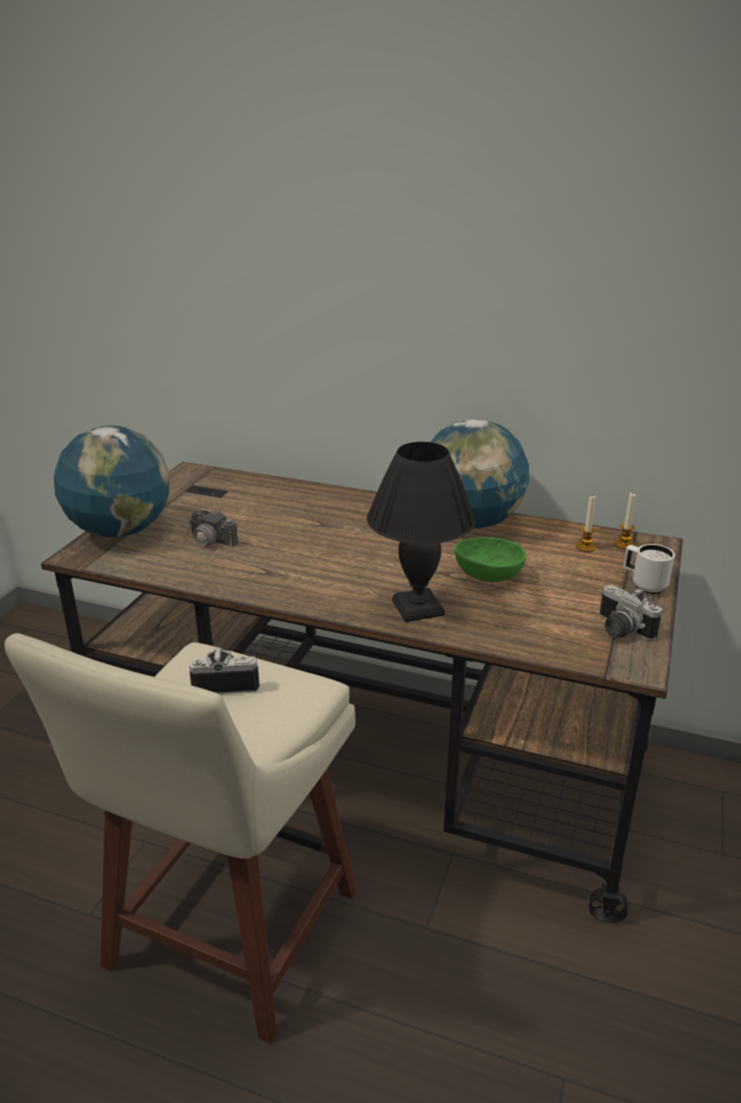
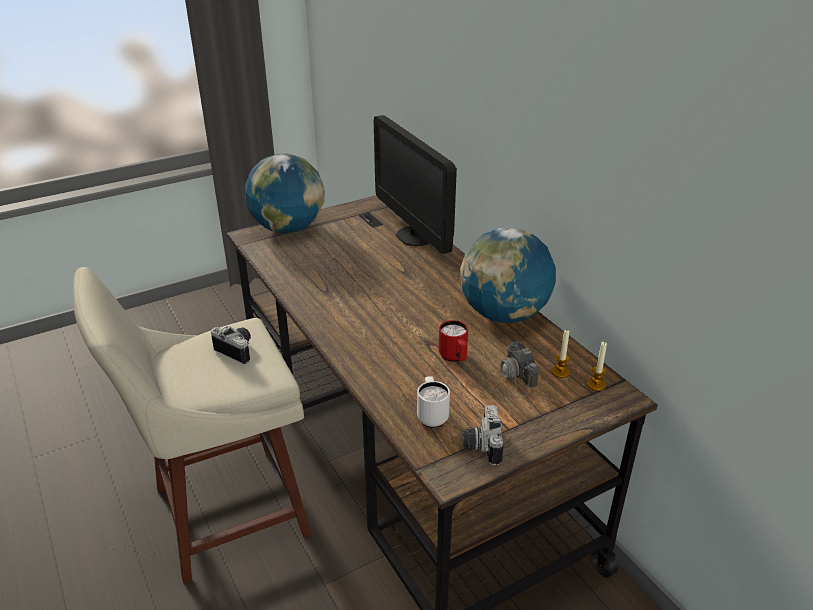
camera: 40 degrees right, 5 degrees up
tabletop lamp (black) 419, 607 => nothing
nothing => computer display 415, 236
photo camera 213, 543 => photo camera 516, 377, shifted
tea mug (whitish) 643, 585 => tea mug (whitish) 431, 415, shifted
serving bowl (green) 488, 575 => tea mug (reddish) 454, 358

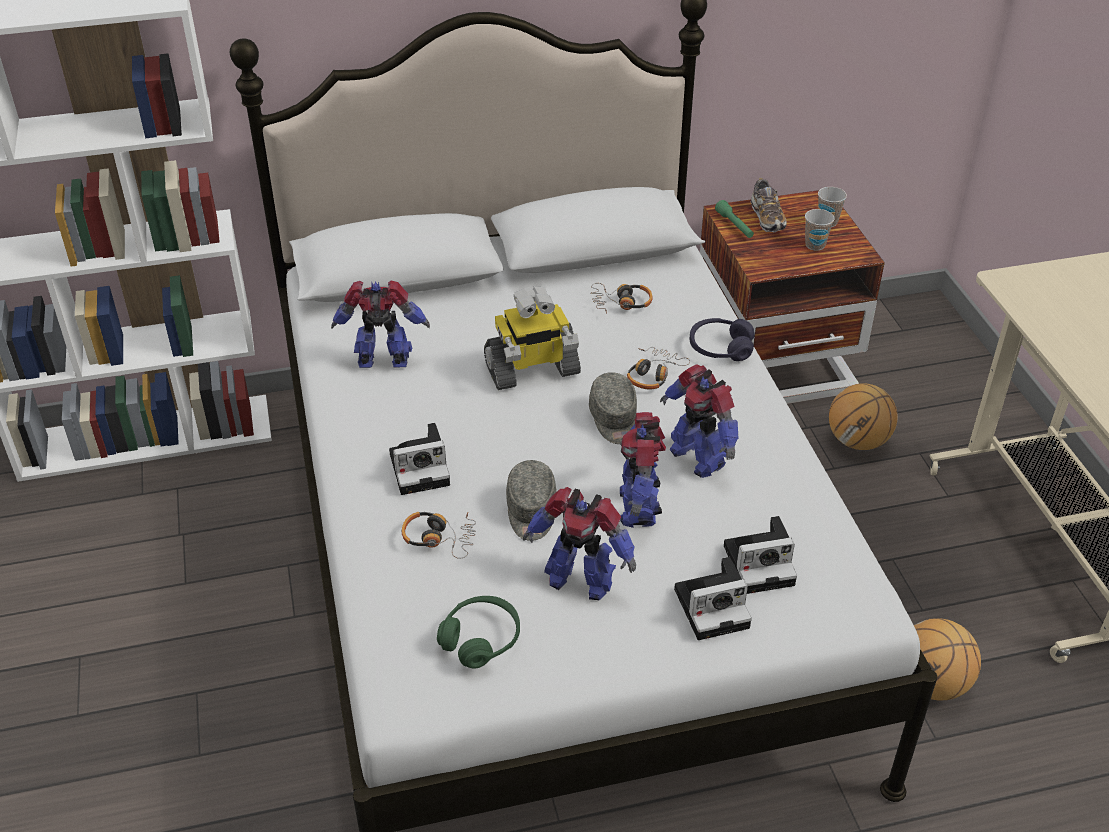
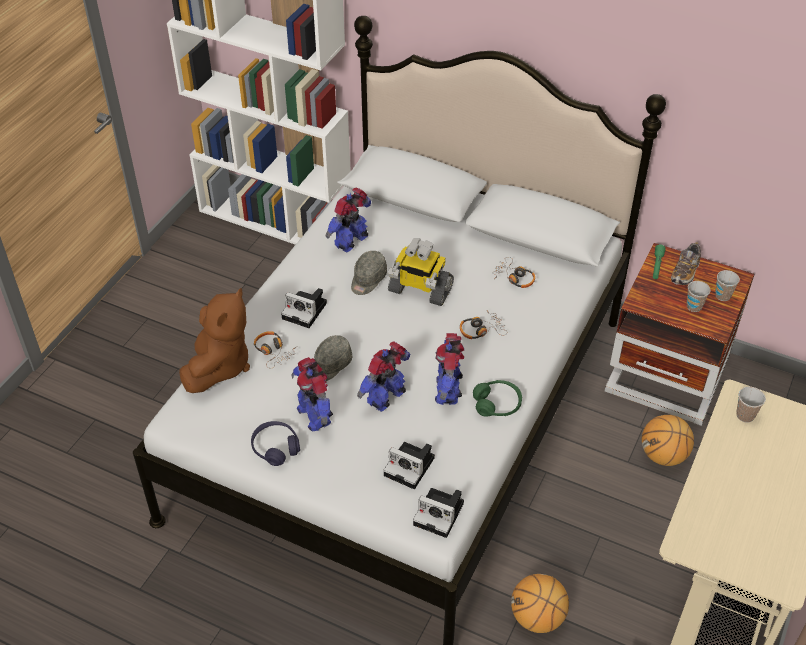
camera: 40 degrees right, 5 degrees up
nothing => cuddly toy (brown-coloured) 219, 365
nothing => drinking cup 745, 415
pair of headphones (green) 480, 639 => pair of headphones (green) 497, 404, shifted
baseball cap (grey) 614, 419 => baseball cap (grey) 368, 280, shifted
photo camera 714, 606 => photo camera 441, 514, shifted
pair of headphones (purplish) 720, 348 => pair of headphones (purplish) 275, 448, shifted
toy robot 384, 361 => toy robot 352, 241, 90 degrees counterclockwise

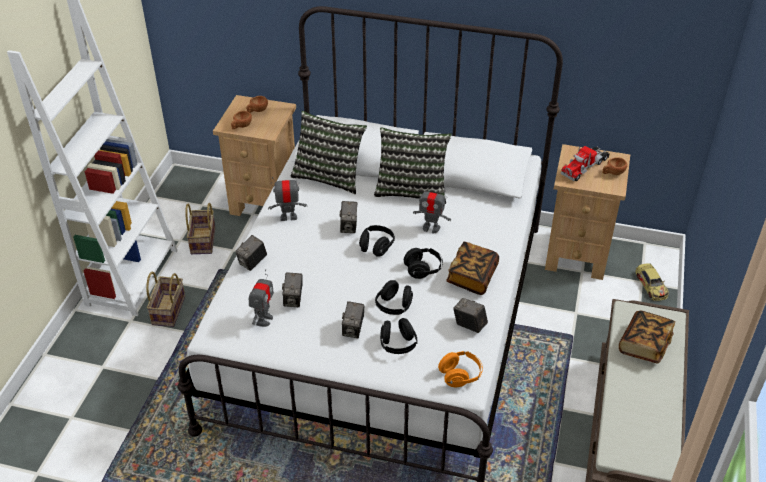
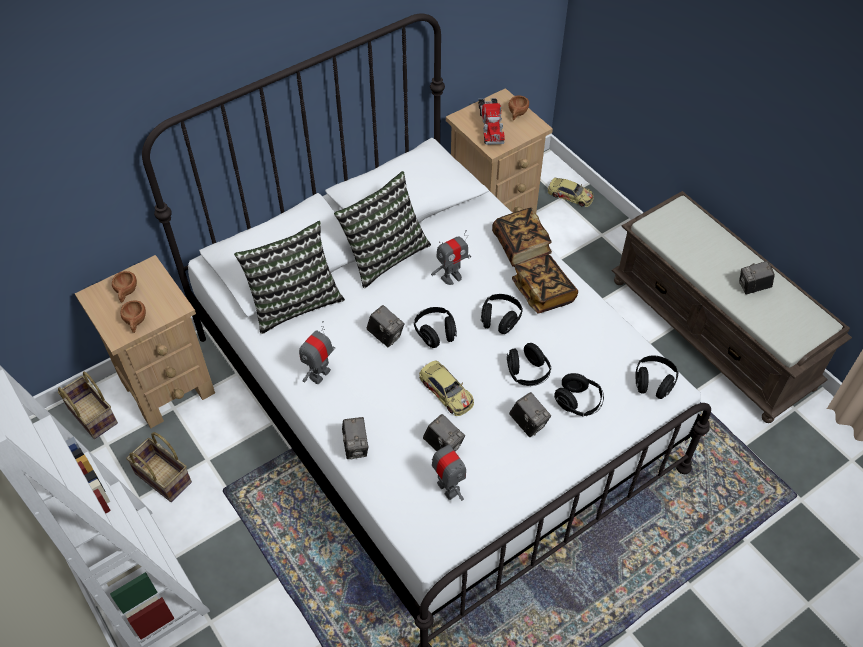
camera: 50 degrees left, 10 degrees up
nothing => miniature car 446, 391
household basket 168, 309 => household basket 91, 415, shifted
photo camera 469, 325 => photo camera 752, 287, shifted
bound book 644, 345 => bound book 521, 246, shifted
pair of headphones (orangey) 460, 375 => pair of headphones (black) 653, 383

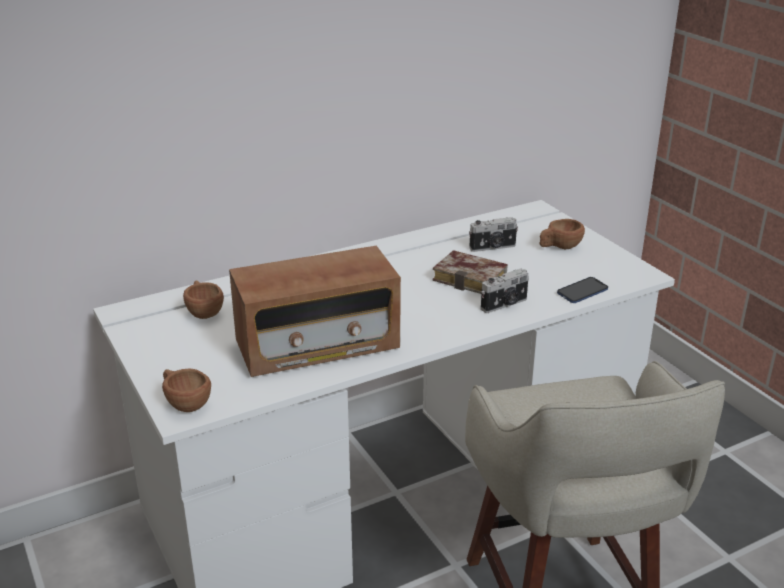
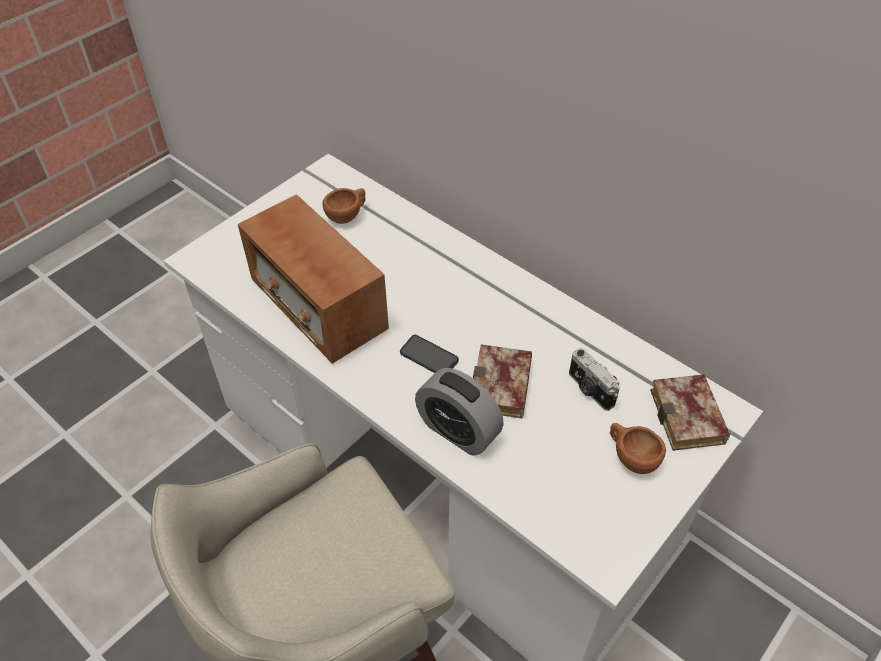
camera: 70 degrees right, 20 degrees up
drinking cup (brown-coloured) 185, 403 => nothing
nothing => bound book 690, 419
phone 582, 291 => phone 429, 357, shifted
photo camera 505, 305 => bedside clock 458, 431

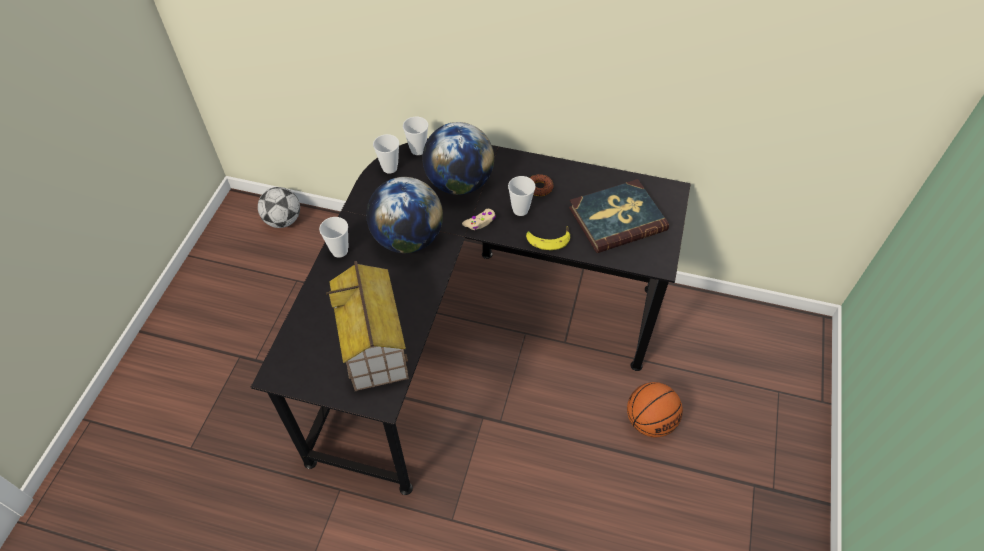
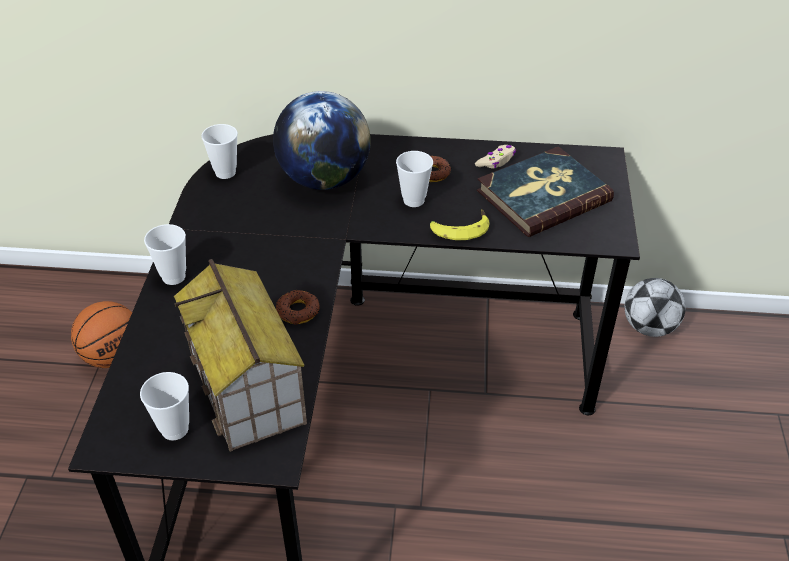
camera: 10 degrees left, 10 degrees down
world globe 408, 239 => nothing
nothing => doughnut 298, 311
football 283, 220 => football 649, 327, shifted
drinking cup 418, 150 => drinking cup 175, 429, shifted
gamepad (beige-coloured) 480, 222 => gamepad (beige-coloured) 496, 161, shifted
basketball 649, 421 => basketball 113, 356, shifted

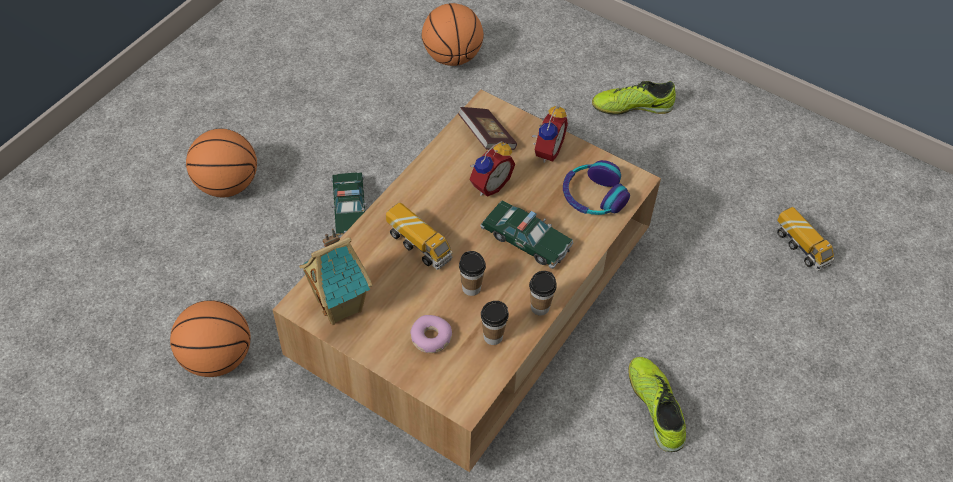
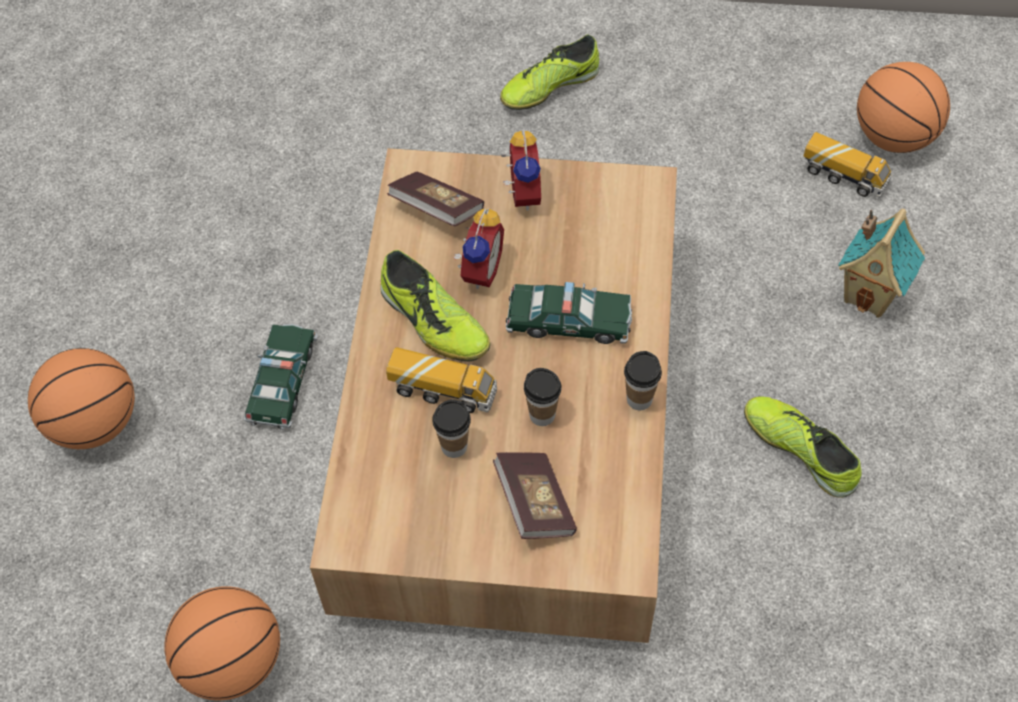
camera: 25 degrees left, 5 degrees up
pair of headphones 593, 196 => nothing
nothing => low shoe 433, 321
toy house 341, 306 => toy house 870, 295, shifted
basketball 452, 57 => basketball 893, 137, shifted
drinking cup 493, 337 => drinking cup 454, 446, shifted
doughnut 431, 338 => bound book 534, 504
miniature car 350, 211 => miniature car 283, 382, 135 degrees counterclockwise

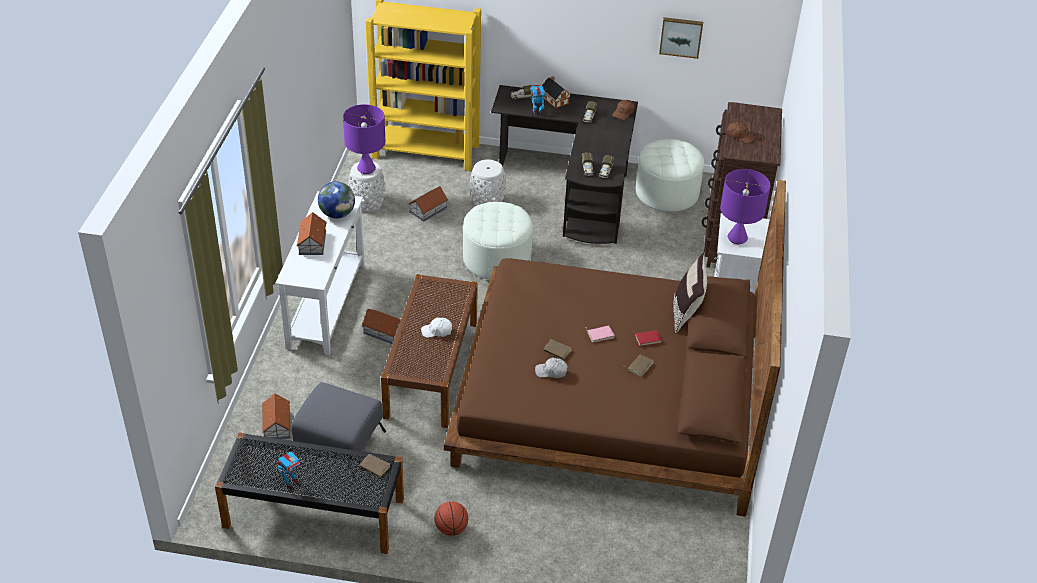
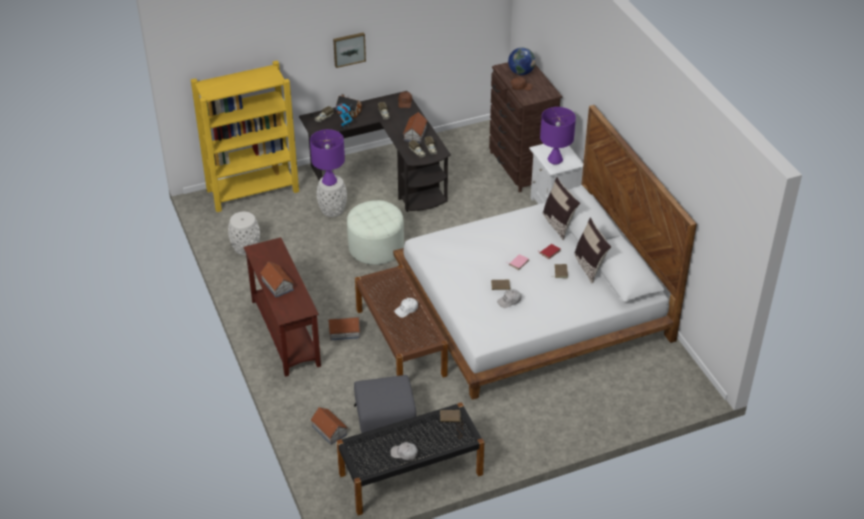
camera: 30 degrees left, 0 degrees up
basketball 451, 529 => nothing
footrest (whitish) 667, 193 => nothing
nothing => pillow 589, 267
world globe 337, 214 => world globe 521, 72, shifted
tabletop lamp (purplish) 366, 170 => tabletop lamp (purplish) 329, 182, shifted
toy house 428, 210 => toy house 415, 134, shifted
picture 681, 36 => picture 349, 49, shifted
toy robot 291, 481 => baseball cap (whitish) 404, 454
hall table (whitish) 326, 305 => hall table (brown-coloured) 285, 333
bed (brown-coloured) 609, 394 => bed (whitish) 531, 304

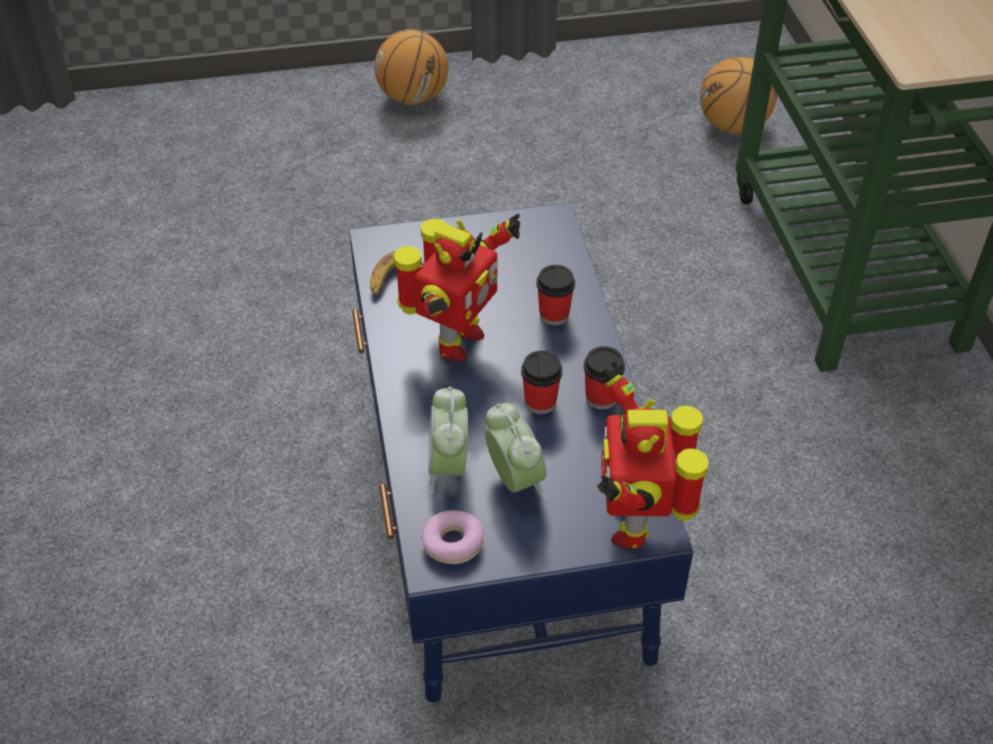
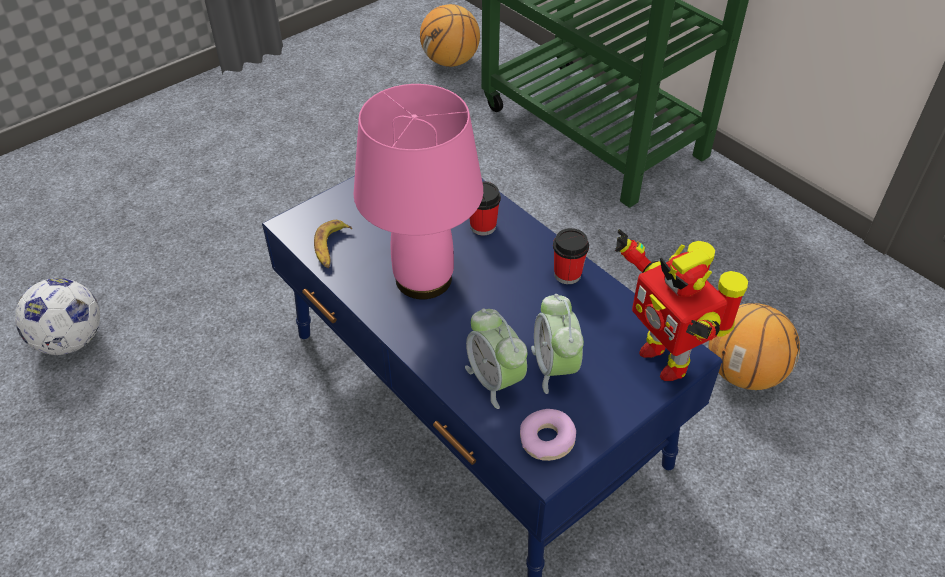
camera: 30 degrees left, 0 degrees up
drinking cup 540, 402 => nothing
nothing => football 71, 340
basketball 413, 98 => basketball 743, 372, shifted
toy robot 455, 342 => tabletop lamp (pinkish) 422, 278
bedside clock 515, 481 => bedside clock 554, 367, 135 degrees counterclockwise

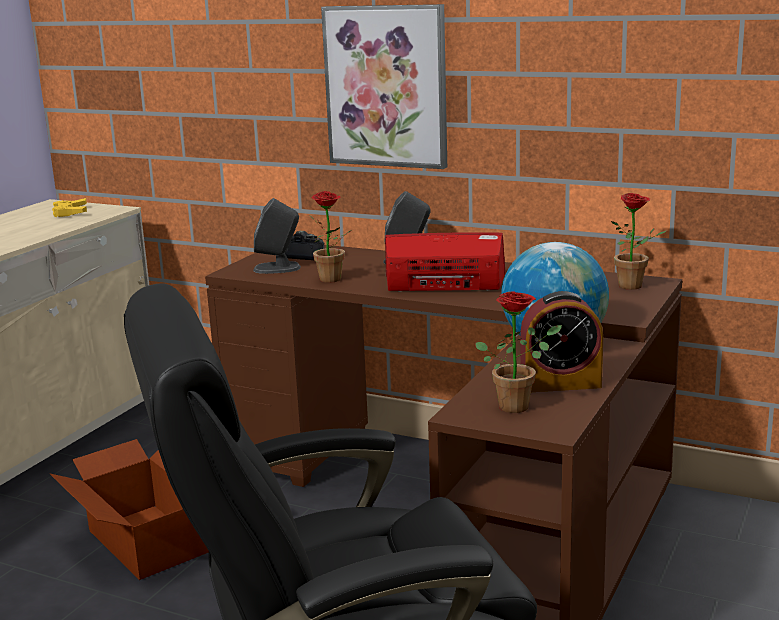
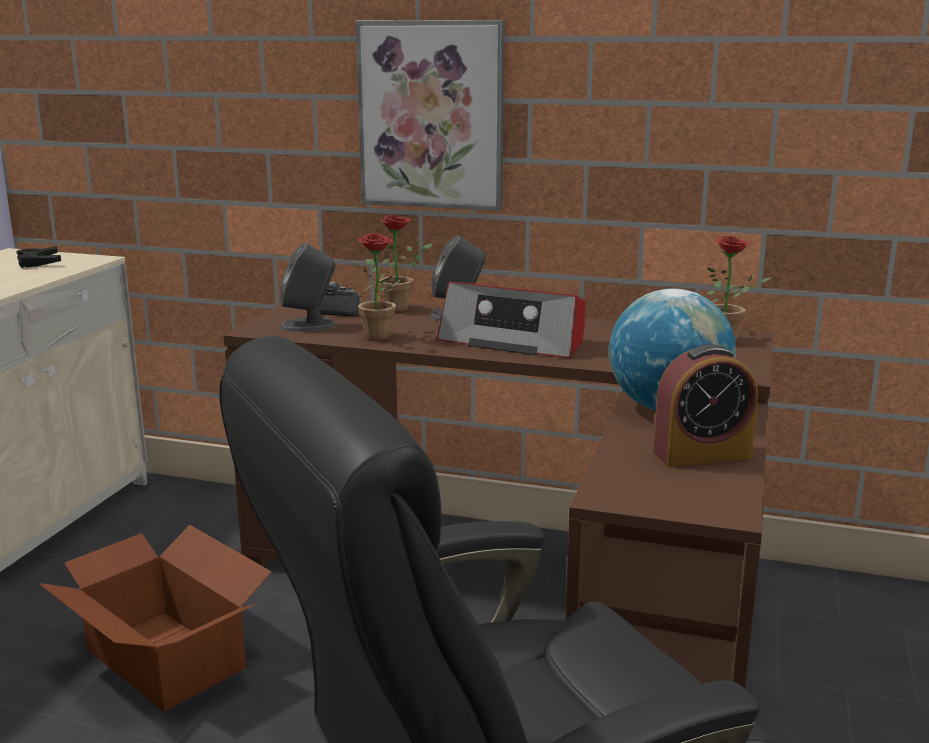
camera: 10 degrees left, 0 degrees up
houseplant 519, 405 => houseplant 400, 308, shifted
gamepad (yellow) 70, 212 => gamepad (black) 39, 262
radio receiver 444, 284 => radio receiver 514, 341, 150 degrees counterclockwise

